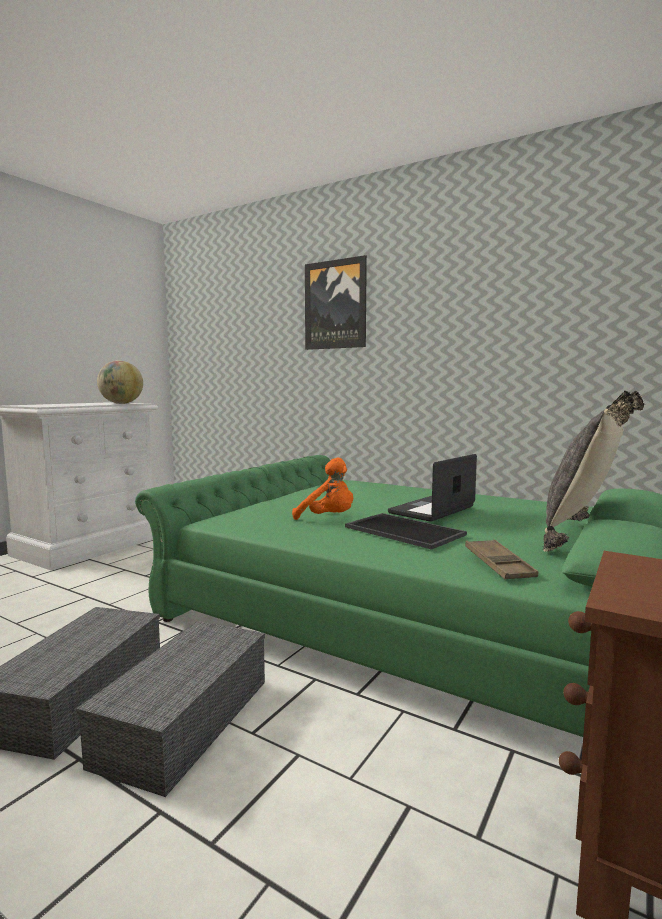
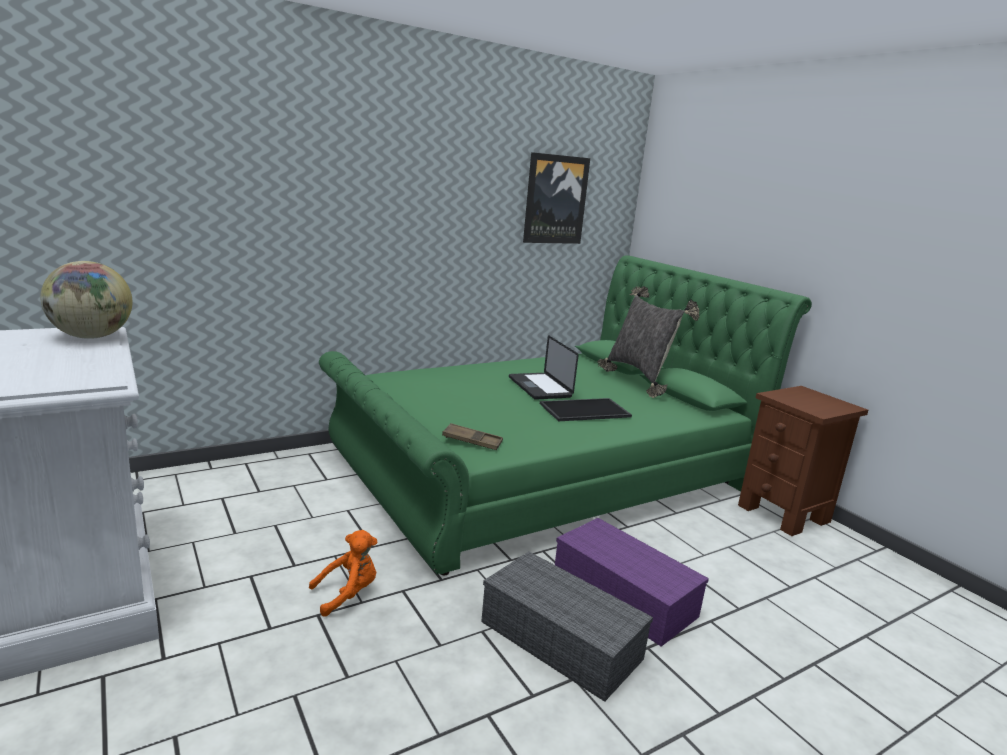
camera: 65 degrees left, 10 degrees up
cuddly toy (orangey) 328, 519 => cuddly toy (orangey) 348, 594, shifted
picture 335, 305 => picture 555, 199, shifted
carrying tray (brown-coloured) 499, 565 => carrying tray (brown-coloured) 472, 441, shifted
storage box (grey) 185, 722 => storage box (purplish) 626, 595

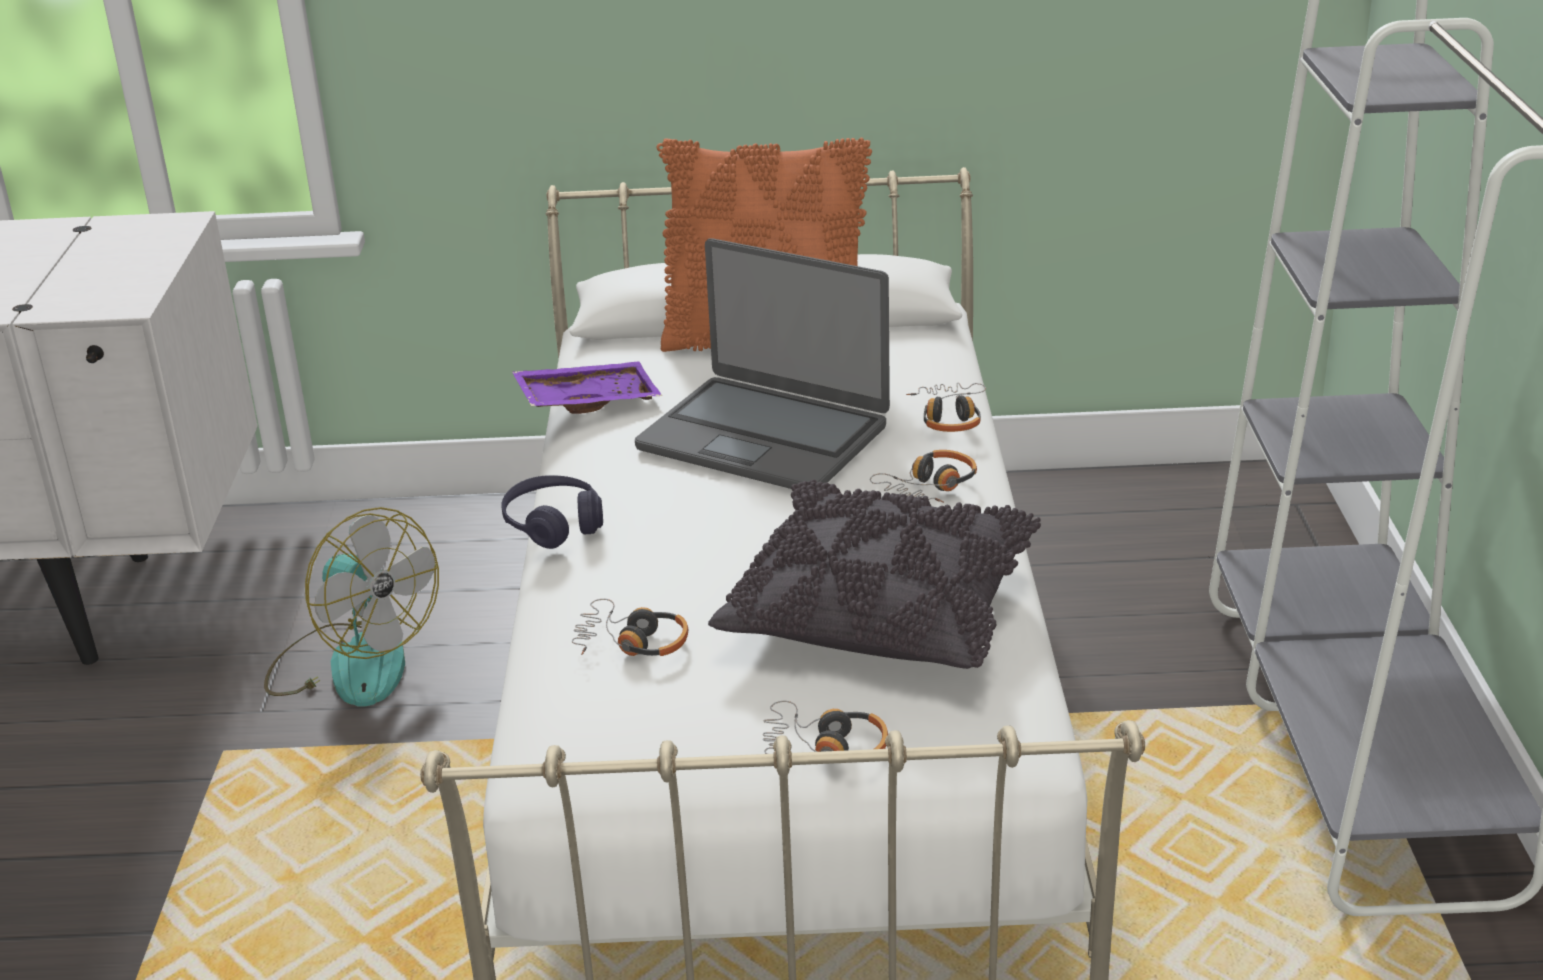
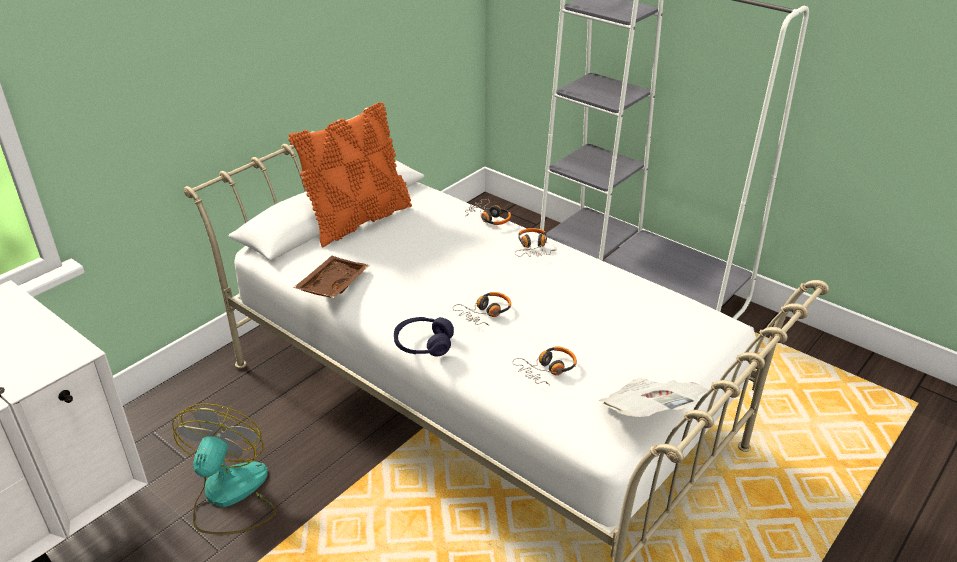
camera: 50 degrees left, 5 degrees up
laptop 764, 436 => nothing
pillow (black) 882, 608 => nothing
nothing => printed paper 648, 415
pair of headphones 824, 748 => pair of headphones 485, 313, shifted
carrying tray (purplish) 587, 400 => carrying tray (brown-coloured) 332, 285
cooling fan 353, 663 => cooling fan 230, 496, 75 degrees counterclockwise

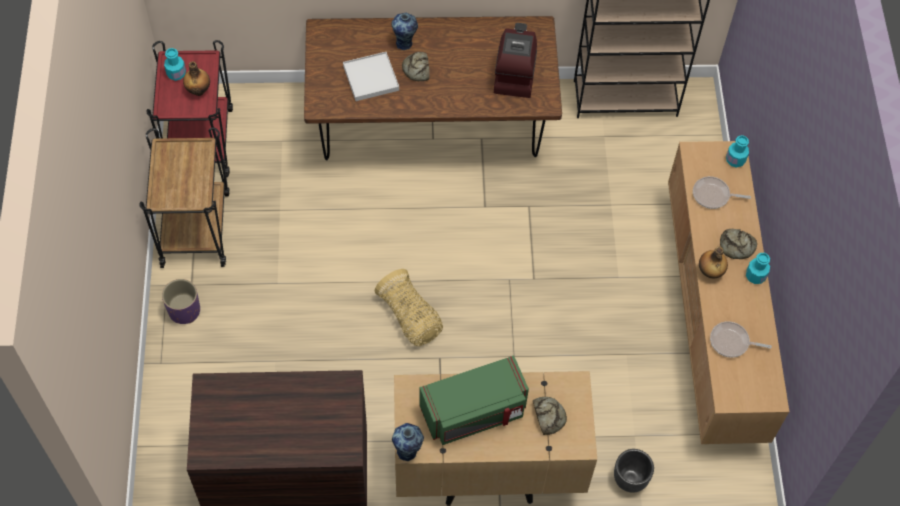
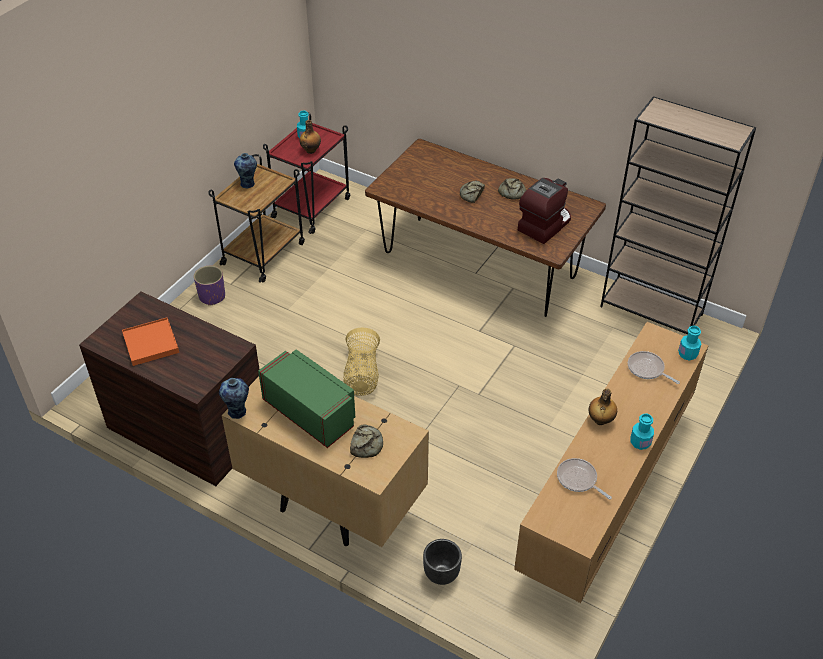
camera: 35 degrees right, 15 degrees down
carrying tray (whitish) 371, 78 => nothing
nothing => carrying tray (orangey) 151, 343
vase 405, 43 => vase 248, 184, shifted
bakery bread 737, 247 => bakery bread 511, 192, shifted
microwave oven (green) 474, 412 => microwave oven (green) 311, 412, 150 degrees counterclockwise

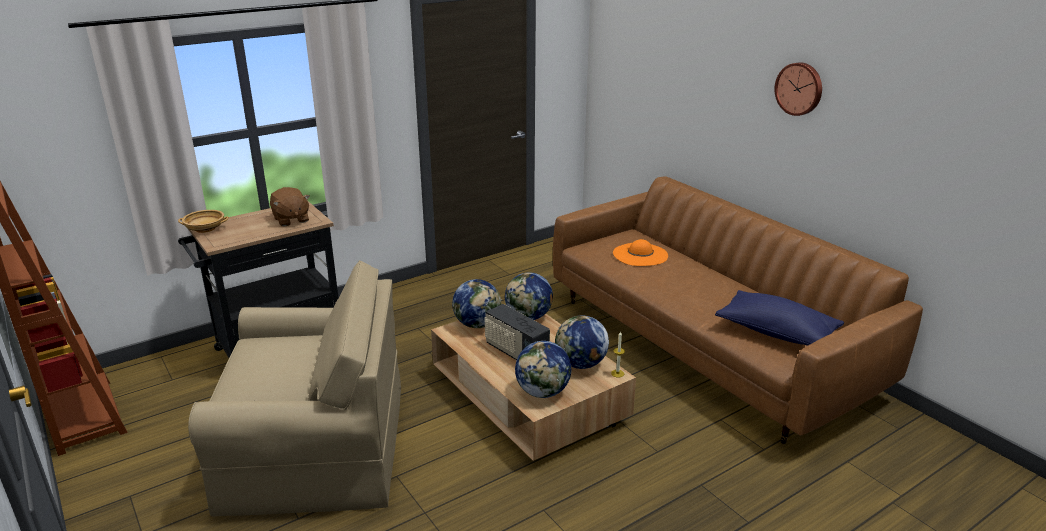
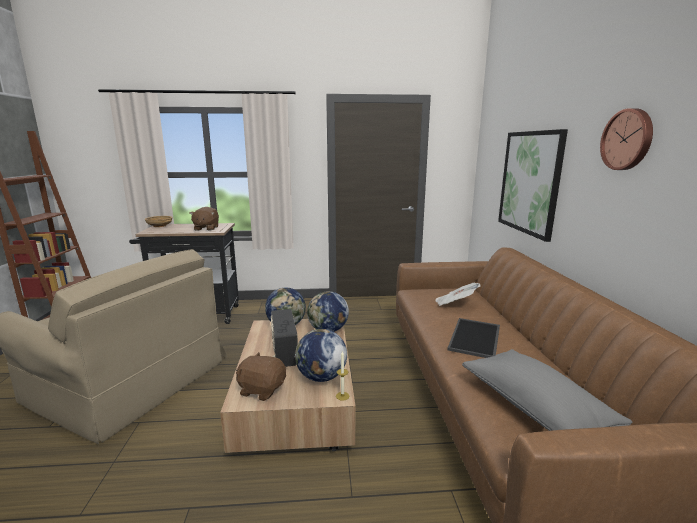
camera: 30 degrees right, 10 degrees down
nothing => carrying tray 476, 338
nothing => picture 530, 182
world globe 543, 392 => cuddly toy (brown-coloured) 262, 389
clothing hat (orangey) 640, 254 => printed paper 455, 304
pillow (blue-coloured) 776, 332 => pillow (grey) 534, 408

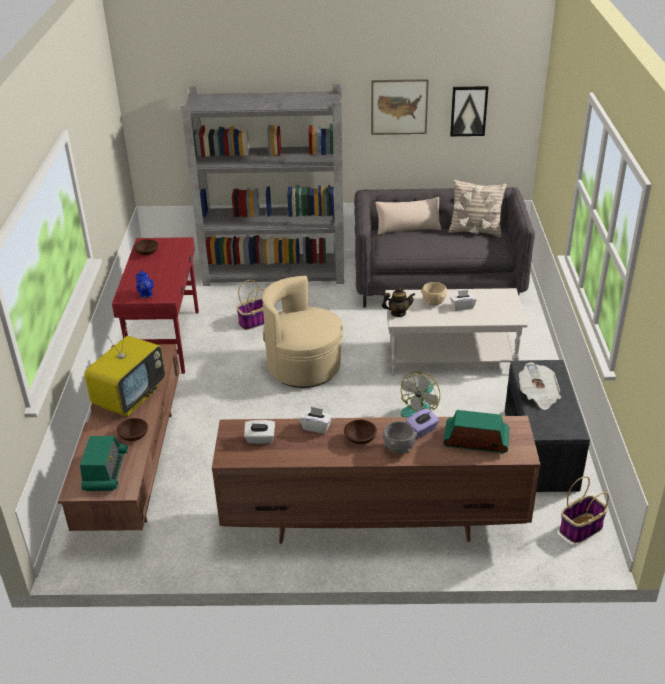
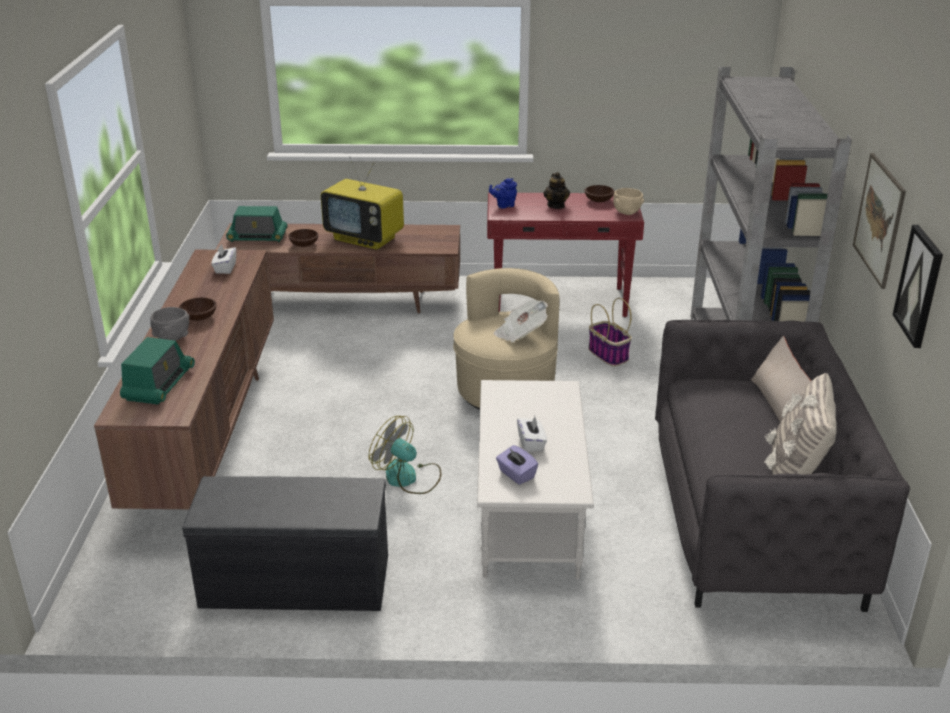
camera: 90 degrees right, 5 degrees down
tissue holder (whitish) 316, 427 => nothing
household basket 580, 529 => nothing
tea pot 398, 313 => tea pot 556, 205, shifted
tissue holder (purplish) 422, 430 => tissue holder (purplish) 516, 474, shifted
serving bowl (beige-coloured) 434, 302 => serving bowl (beige-coloured) 627, 212, shifted
printed paper 538, 395 => printed paper 520, 333, shifted

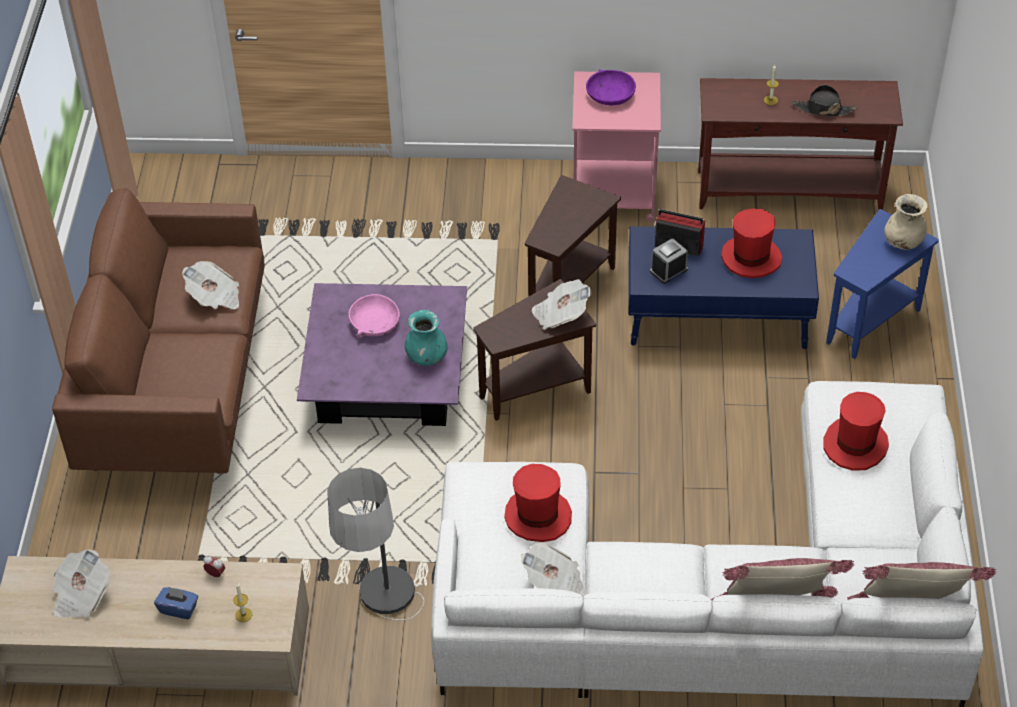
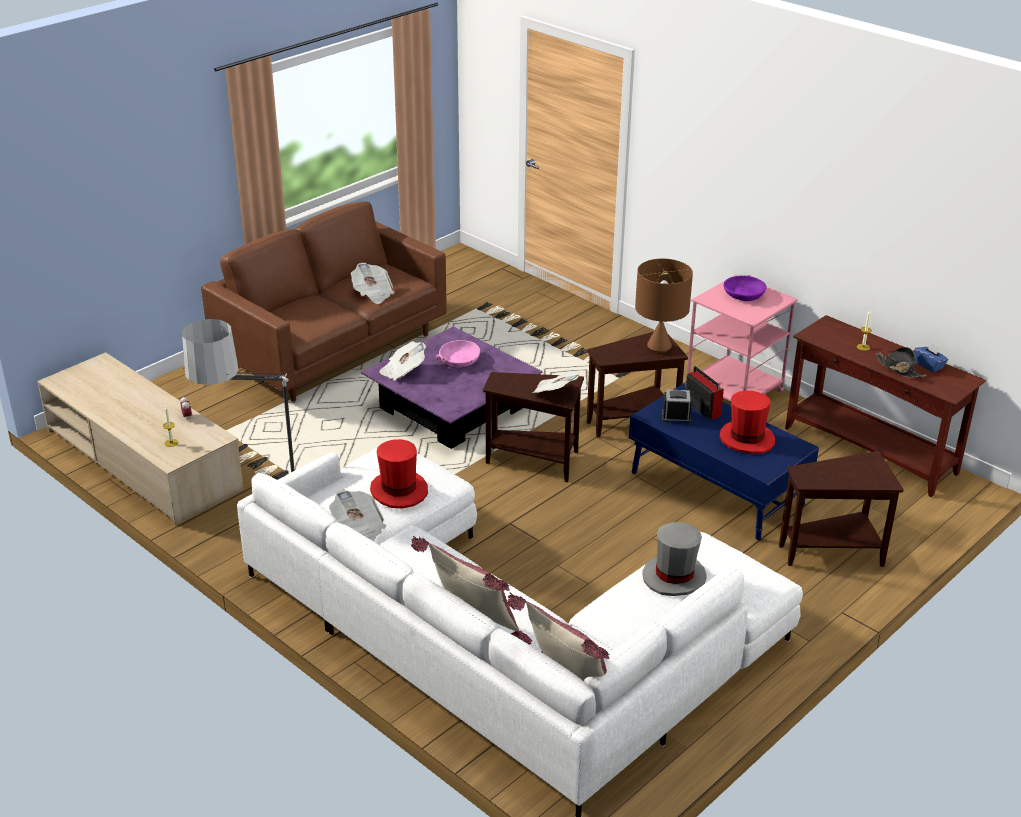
camera: 40 degrees right, 15 degrees down
vase (turquoise) 427, 357 => nothing
vase (beige-coloured) 903, 242 => nothing
nothing => tabletop lamp (brown-coloured) 659, 348
printed paper 81, 595 => printed paper 403, 371, shifted
tissue holder (blue-coloured) 178, 609 => tissue holder (blue-coloured) 929, 365, shifted
clothing hat (reddish) 855, 445 => clothing hat (grey) 674, 577
side table (blue-coloured) 871, 320 => side table (brown-coloured) 834, 551

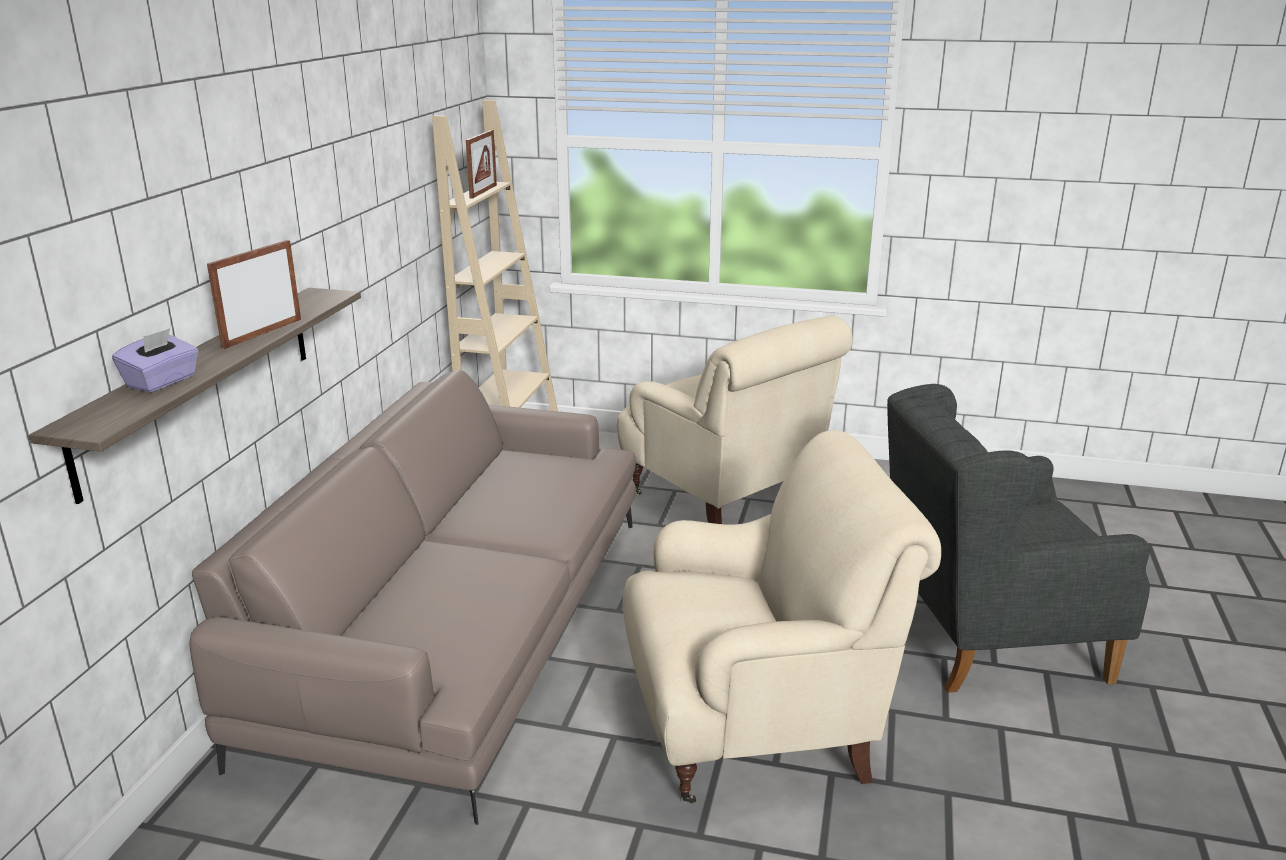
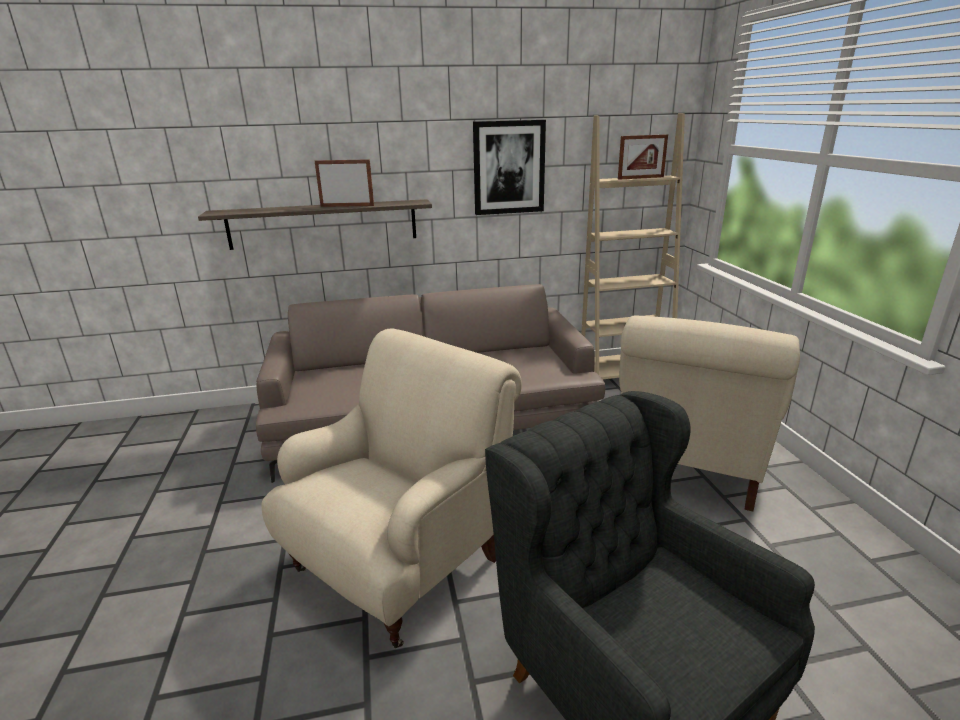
camera: 65 degrees right, 0 degrees up
tissue holder (purplish) 162, 382 => nothing
nothing => picture 509, 167
armchair (beige-coloured) 757, 726 => armchair (beige-coloured) 401, 563, 105 degrees counterclockwise

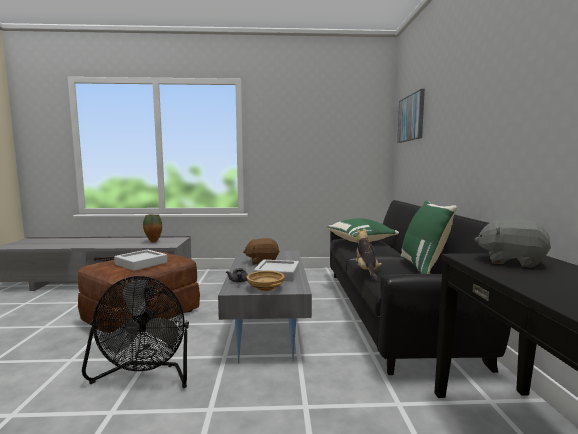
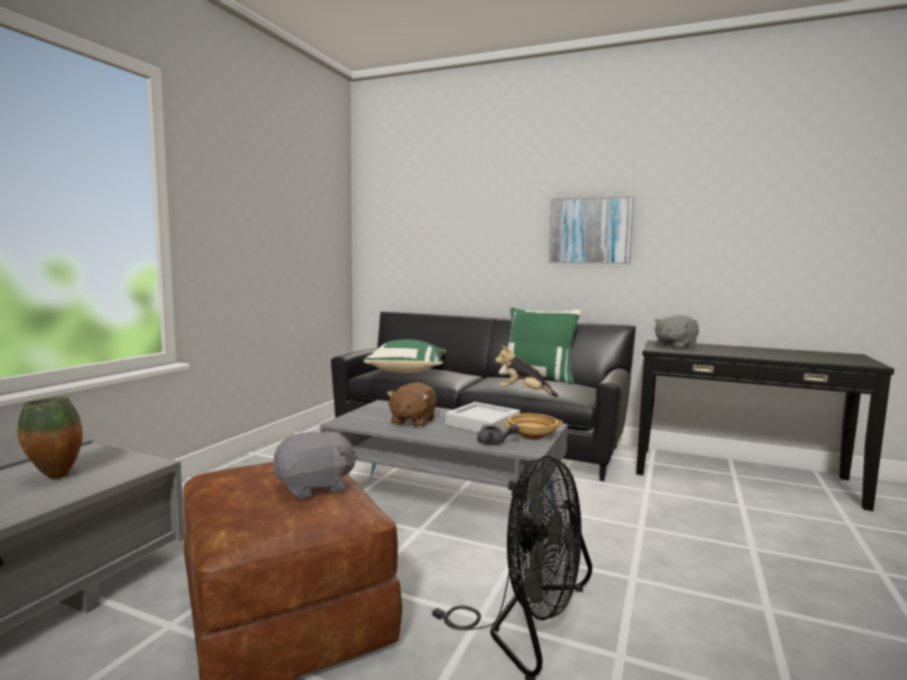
camera: 65 degrees left, 0 degrees up
picture 411, 118 => picture 590, 230, shifted
carrying tray (grey) 141, 263 => cuddly toy (grey) 315, 488

